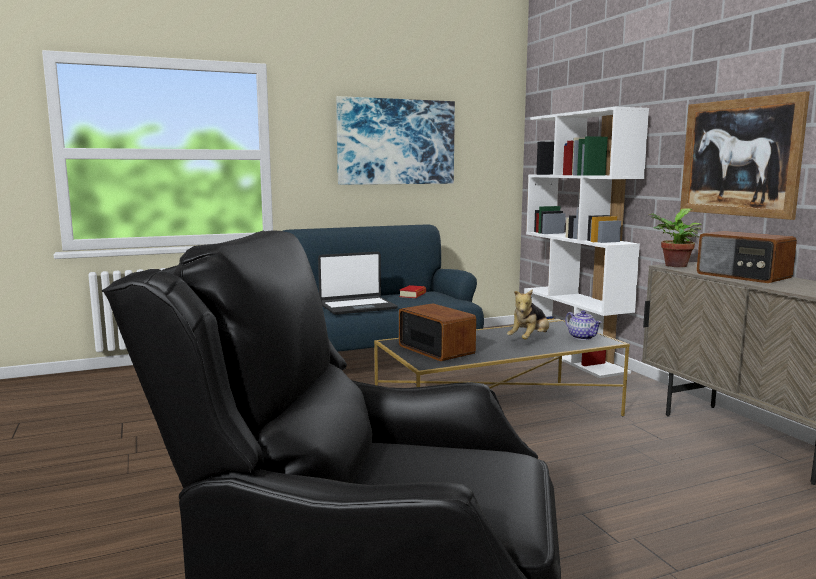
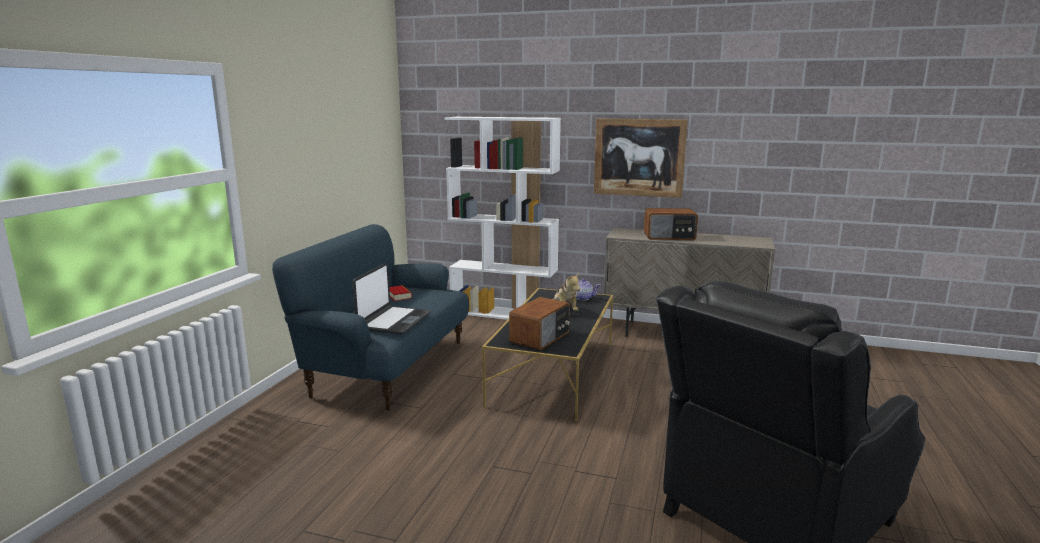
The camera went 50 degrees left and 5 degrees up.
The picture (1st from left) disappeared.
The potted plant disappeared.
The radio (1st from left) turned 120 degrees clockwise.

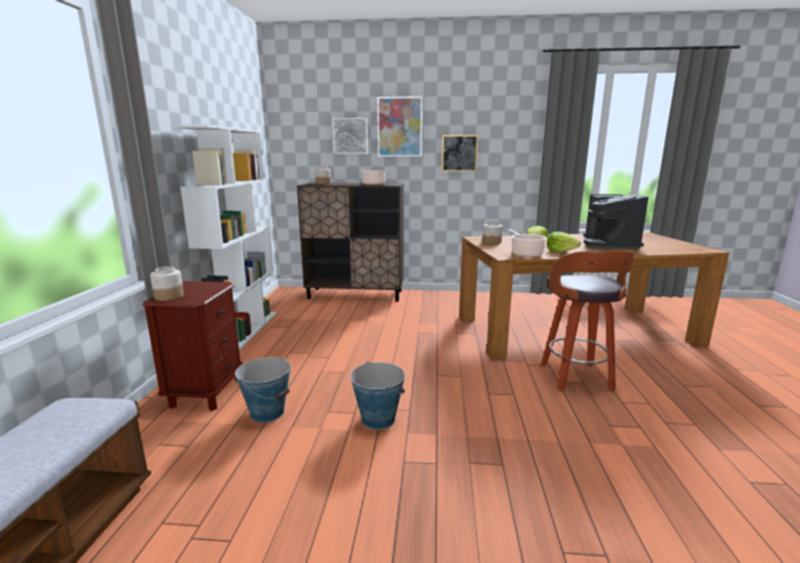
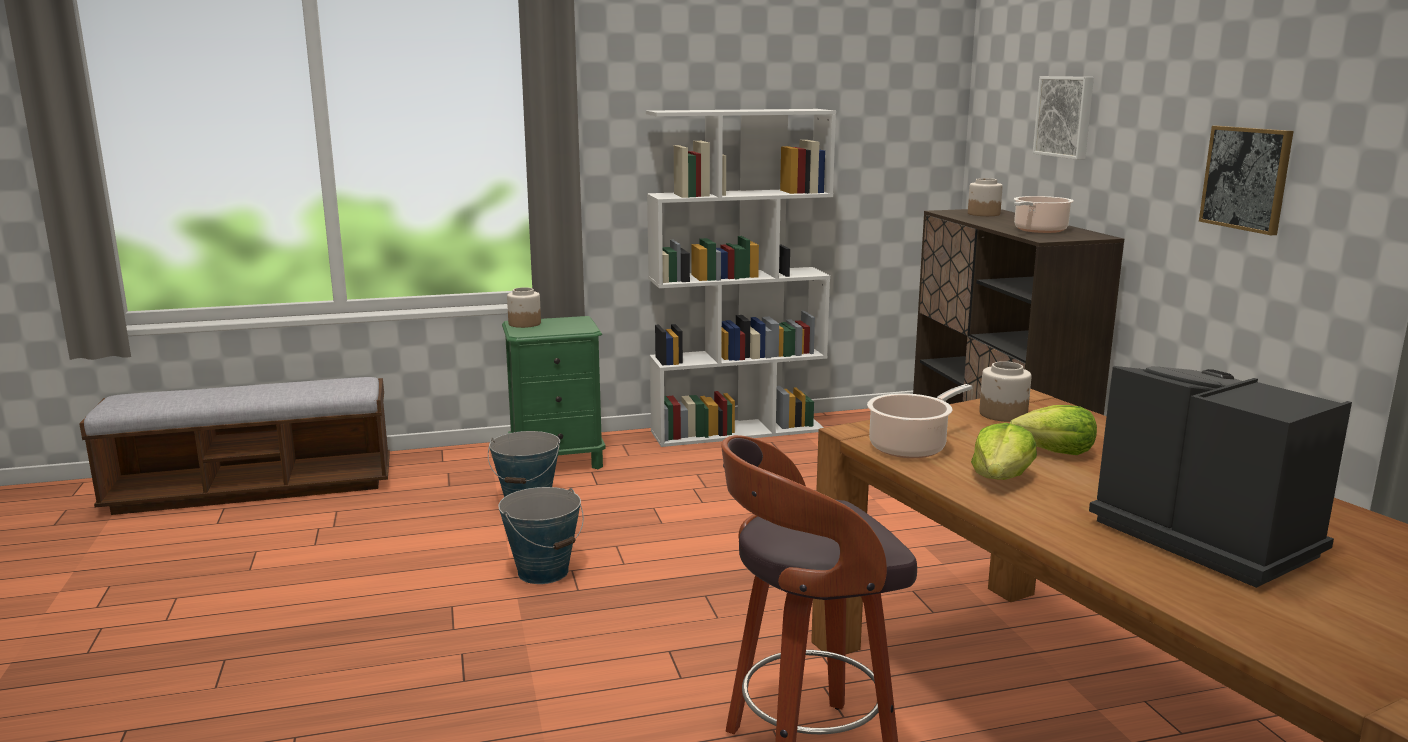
The camera went 70 degrees right and 0 degrees up.
The picture (2nd from left) disappeared.
The nightstand/brown became the nightstand/green.
The coffee machine turned 75 degrees clockwise.

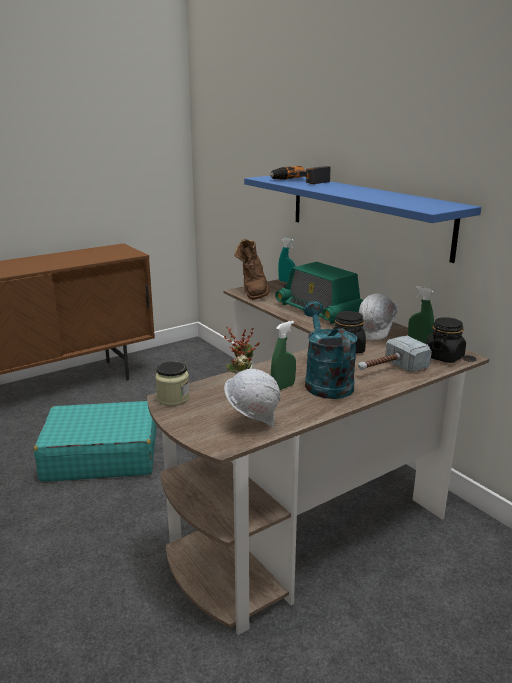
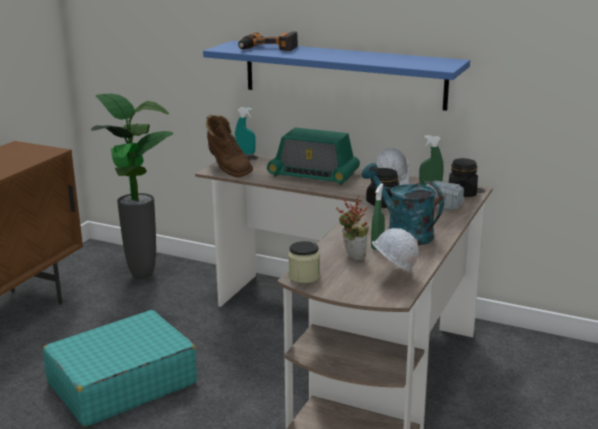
The camera went 30 degrees left and 0 degrees up.
The potted plant (1st from left) appeared.

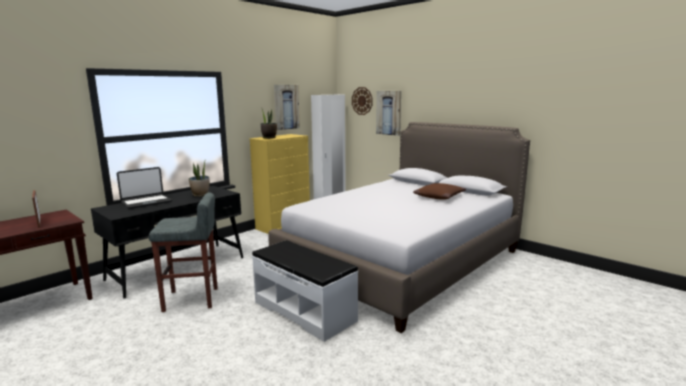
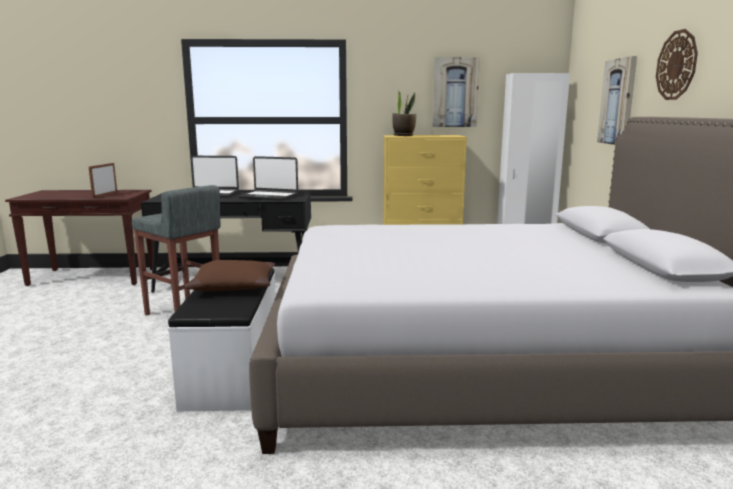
The camera went 45 degrees right and 0 degrees up.
The wall clock moved.
The pillow/brown moved.
The potted plant (1st from left) was replaced by the laptop (2nd from left).

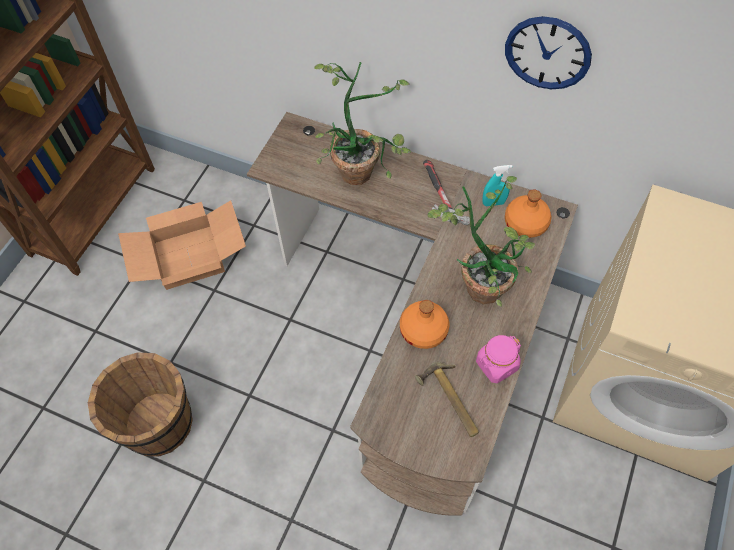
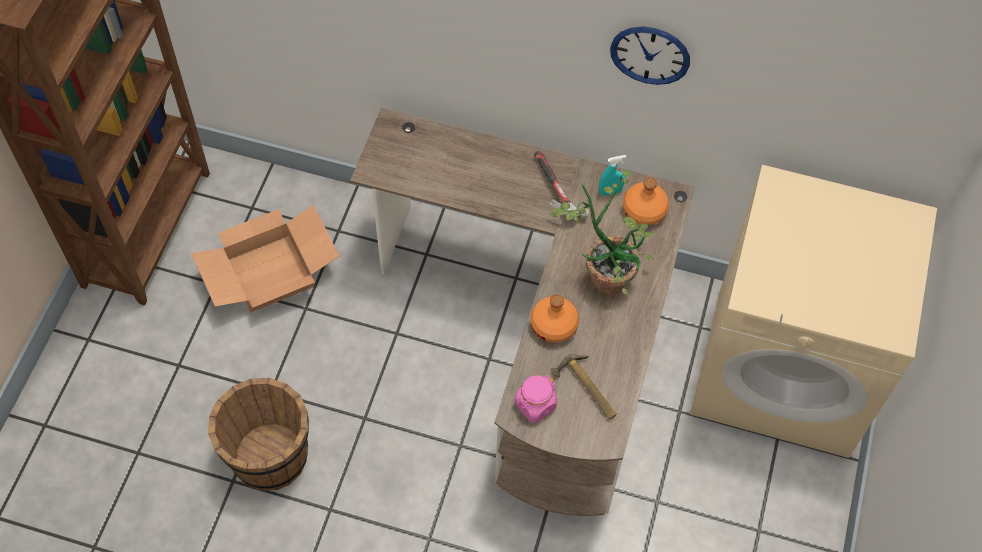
The camera went 10 degrees left and 0 degrees up.
The potted plant (1st from left) disappeared.
The jar/pink moved.

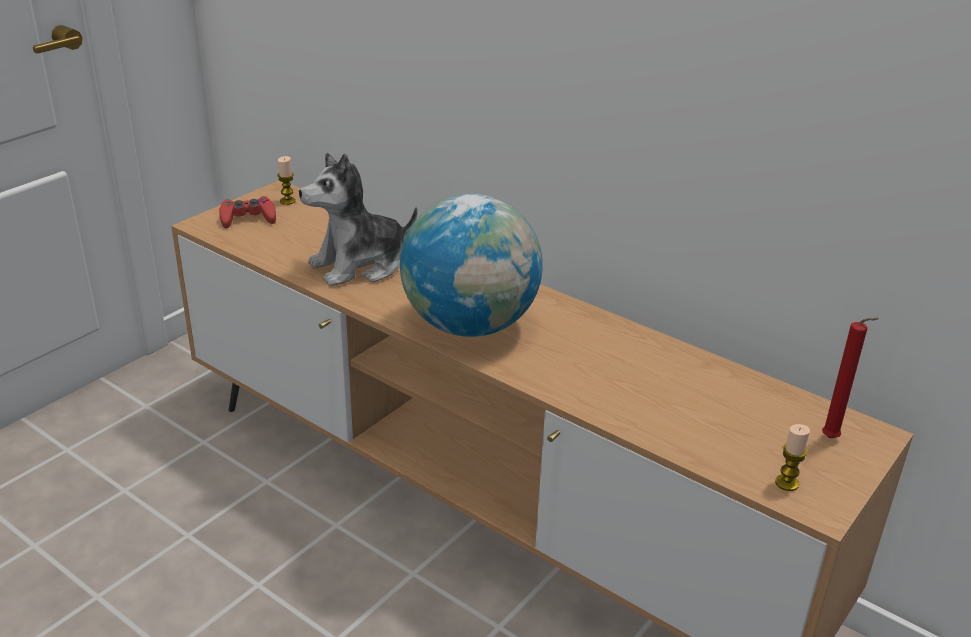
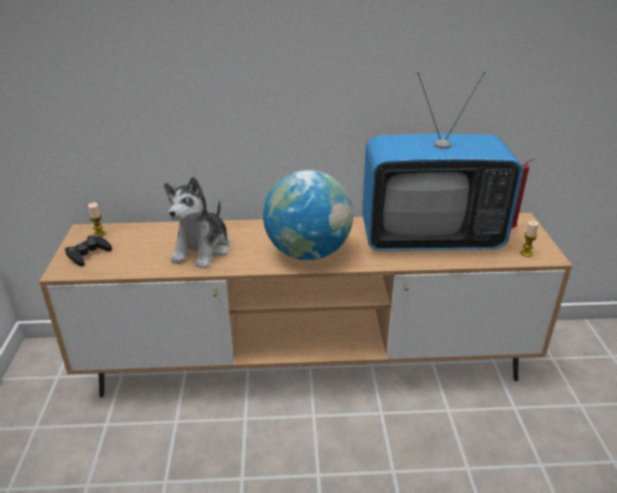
The camera went 40 degrees left and 0 degrees up.
The television appeared.
The game controller/red became the game controller/black.

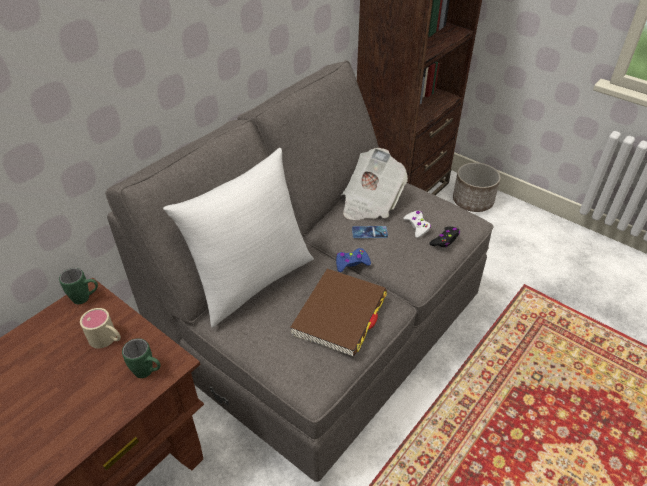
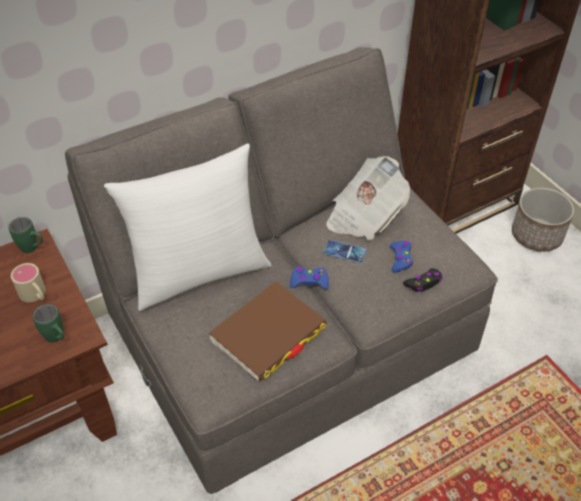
The camera went 20 degrees right and 5 degrees up.
The game controller/white became the game controller/blue (2nd from left).

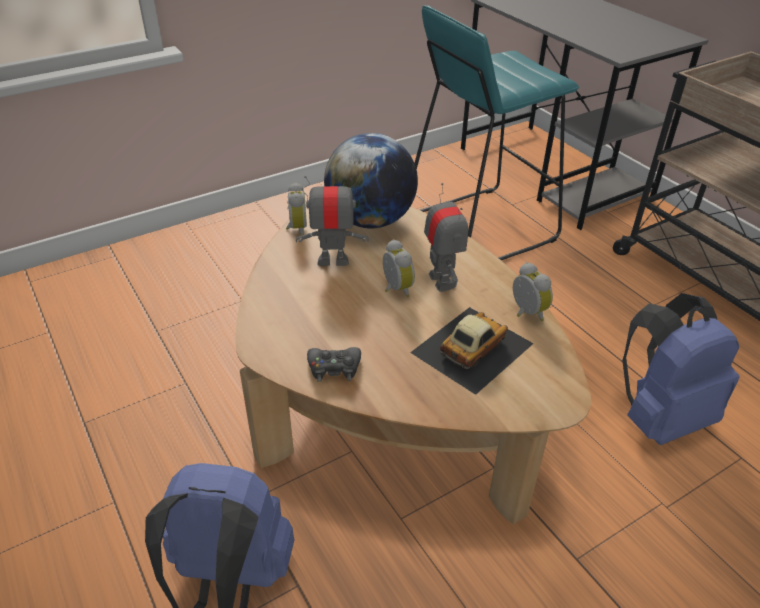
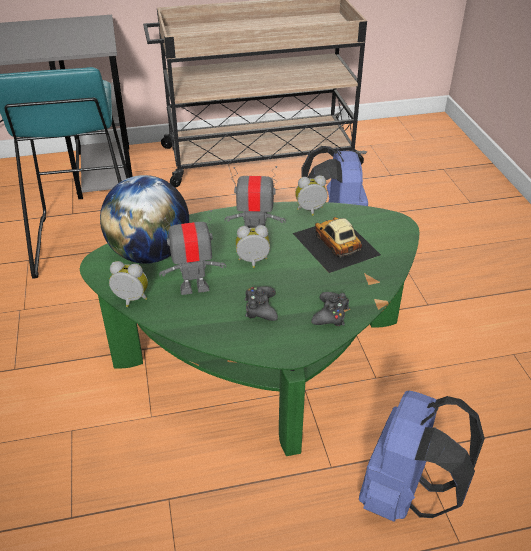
The camera went 70 degrees left and 0 degrees up.
The game controller/black (1st from left) appeared.
The coffee table/brown became the coffee table/green.
The toy robot (1st from left) turned 60 degrees clockwise.

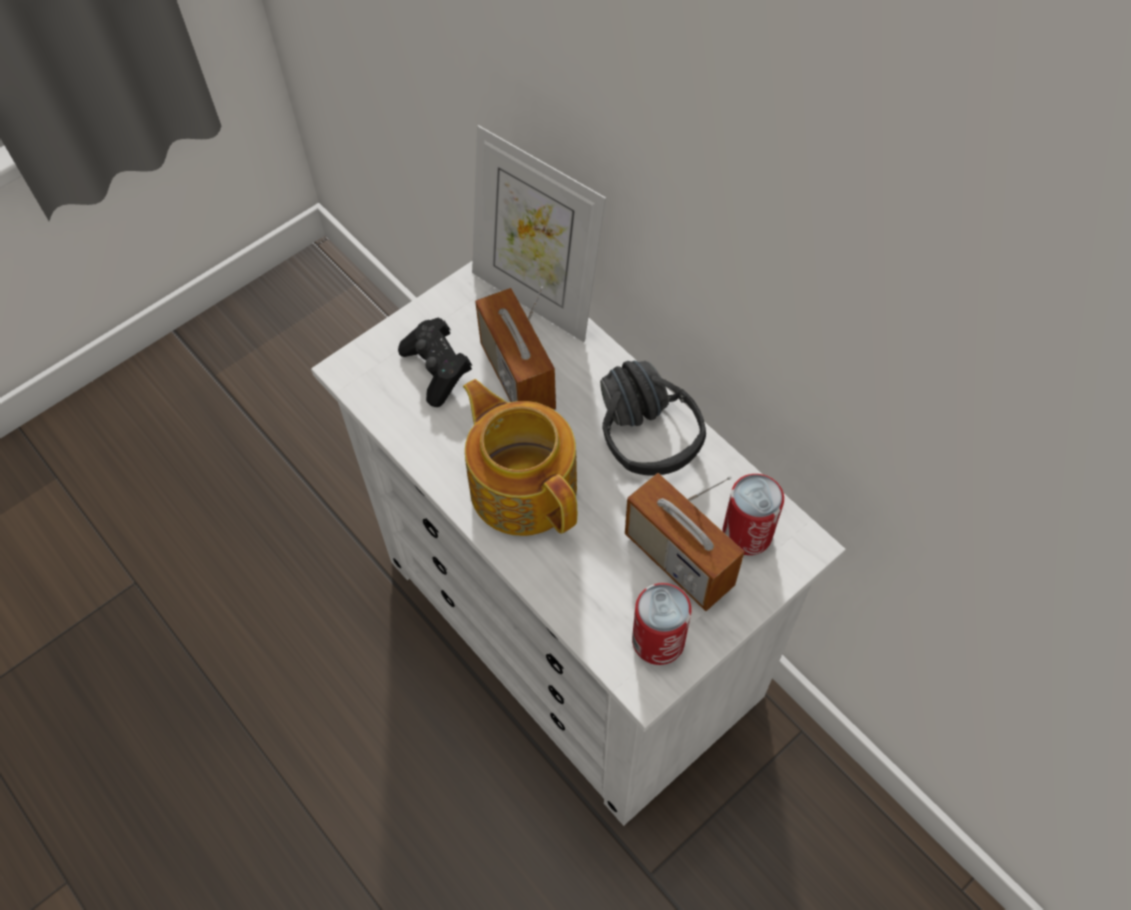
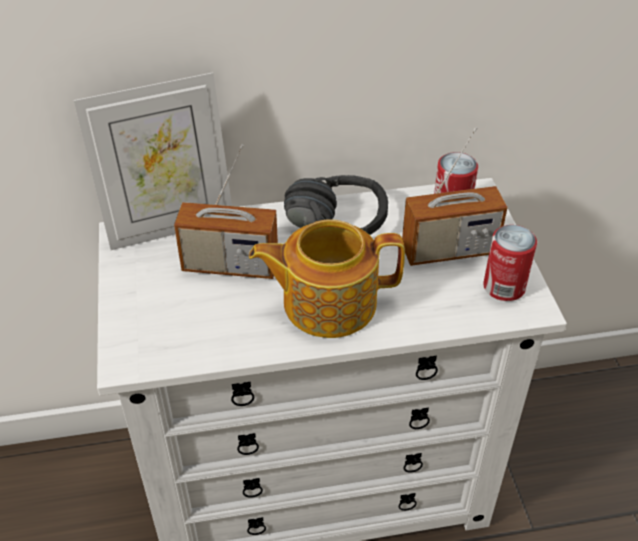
The camera went 60 degrees left and 15 degrees down.
The game controller/black disappeared.

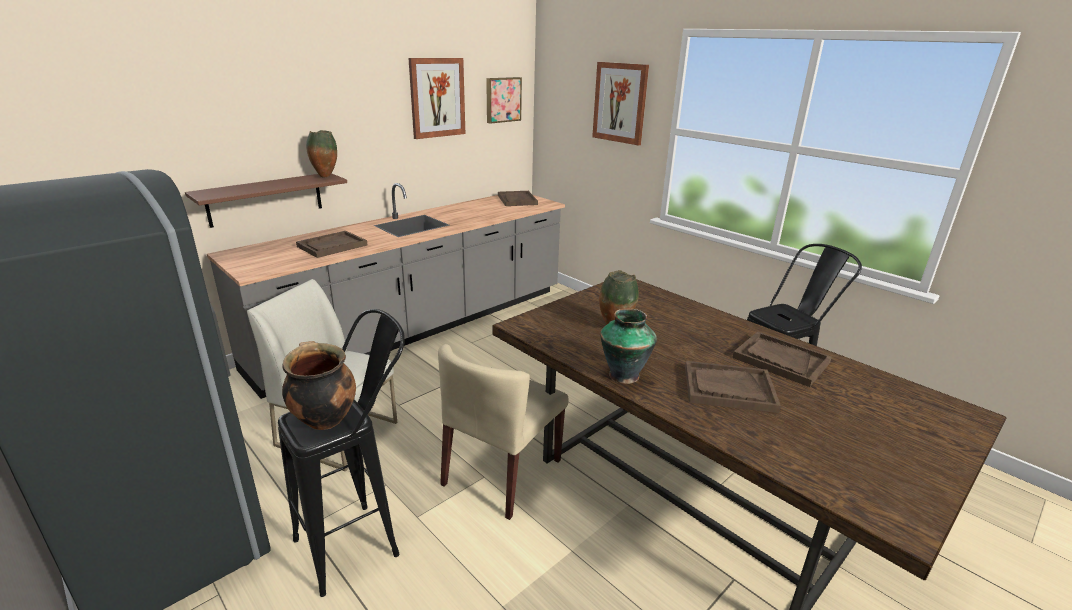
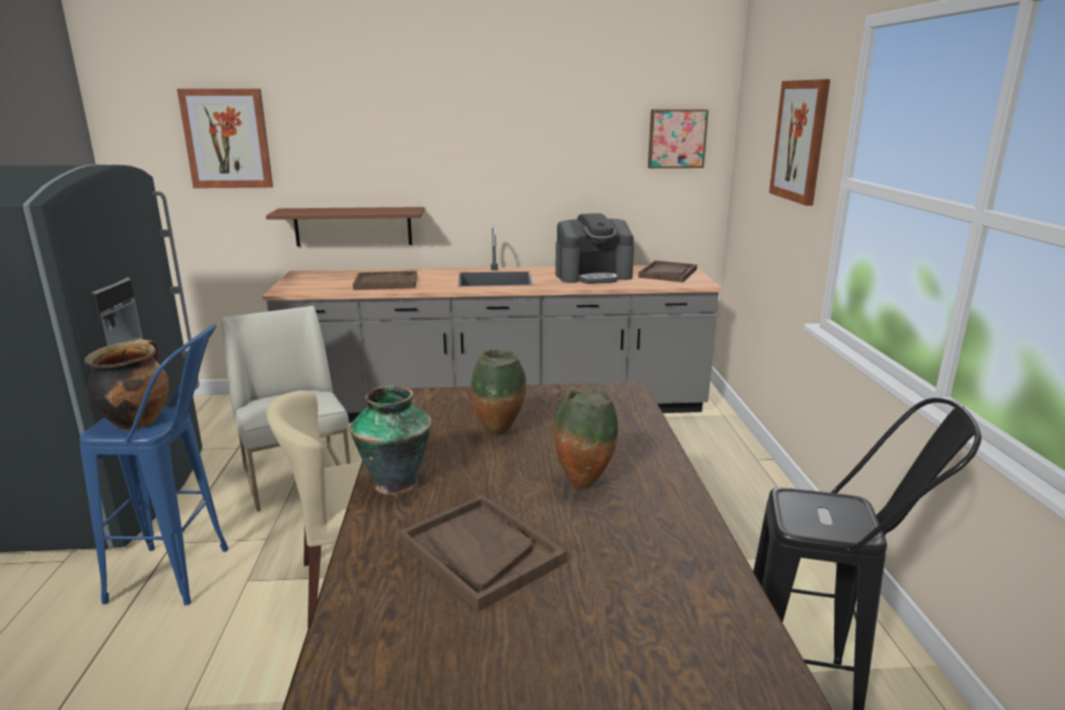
The camera went 40 degrees right and 5 degrees down.
The tray/brown (4th from left) disappeared.
The coffee machine appeared.
The vase (1st from left in the first image) moved.
The picture (1st from left) moved.
The stool/black (1st from left) became the stool/blue.

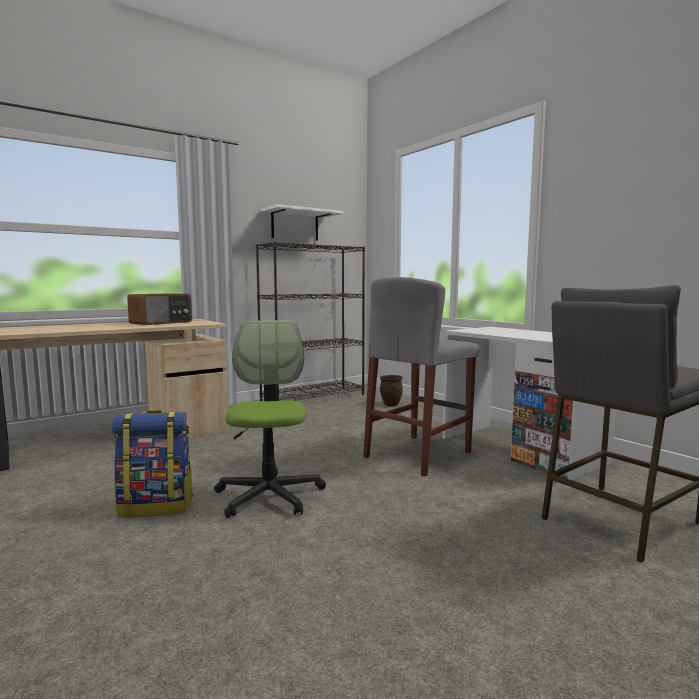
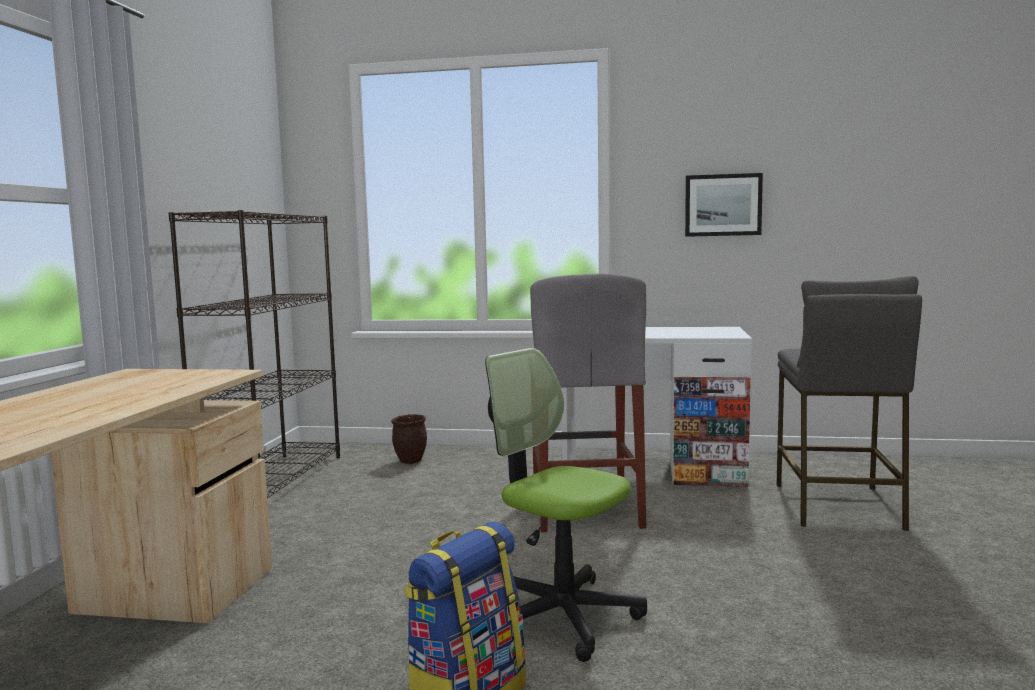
The camera went 45 degrees left and 0 degrees up.
The radio disappeared.
The shelf/white disappeared.
The picture appeared.

